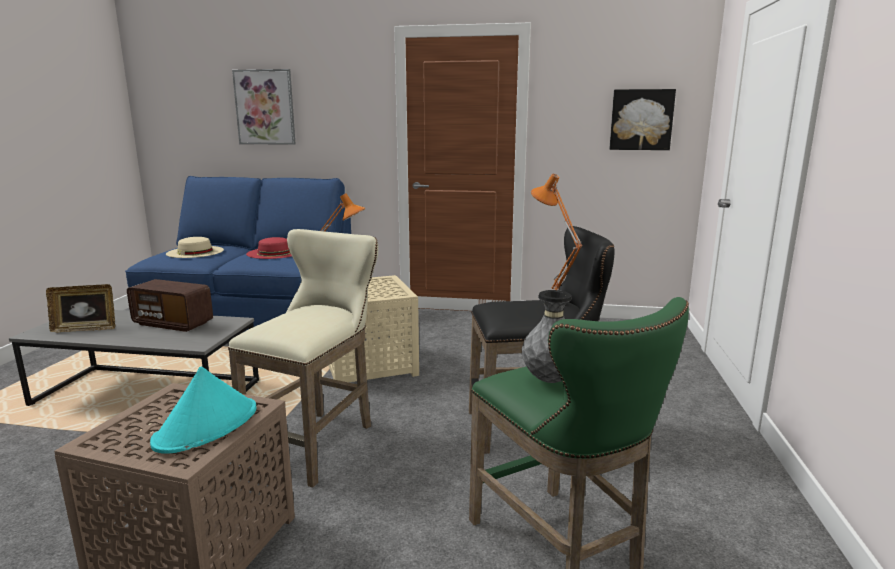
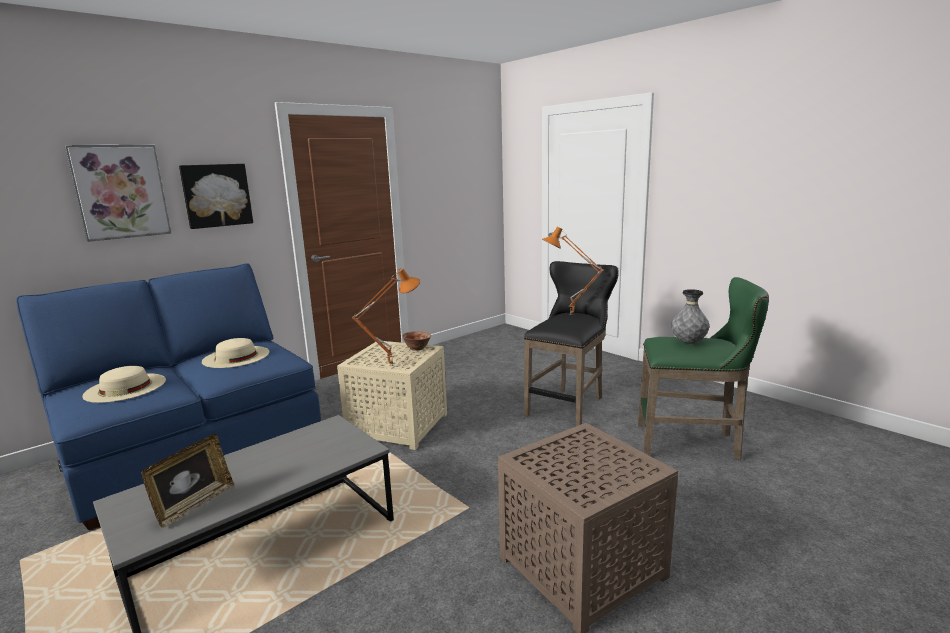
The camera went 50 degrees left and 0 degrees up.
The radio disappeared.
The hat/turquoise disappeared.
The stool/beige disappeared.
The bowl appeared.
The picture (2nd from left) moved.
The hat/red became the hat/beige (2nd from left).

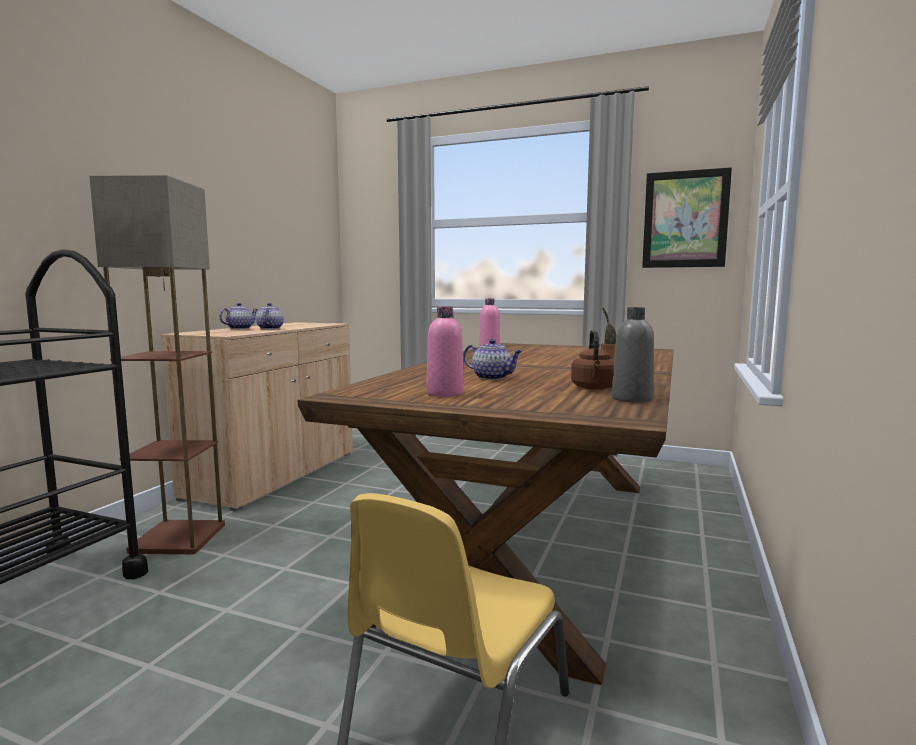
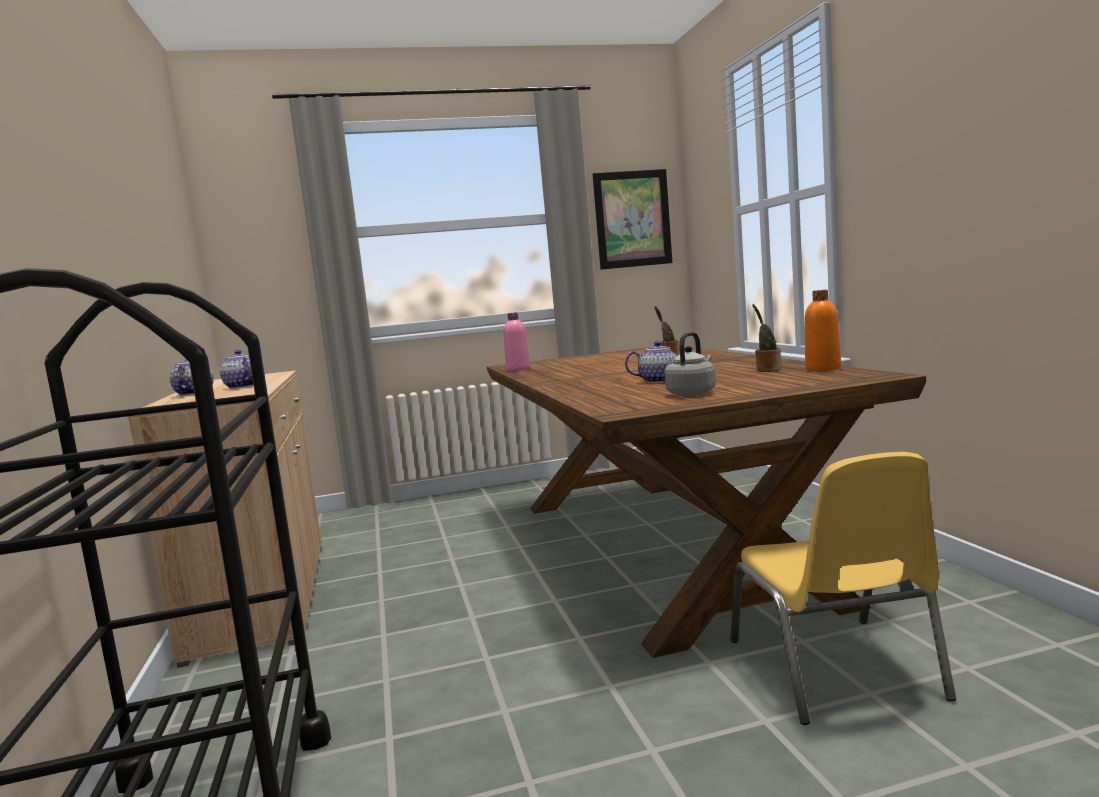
The camera went 35 degrees left and 0 degrees up.
The floor lamp disappeared.
The bottle/pink (1st from left) was replaced by the kettle/grey.
The kettle/brown was replaced by the potted plant (2nd from left).
The bottle/grey became the bottle/orange.

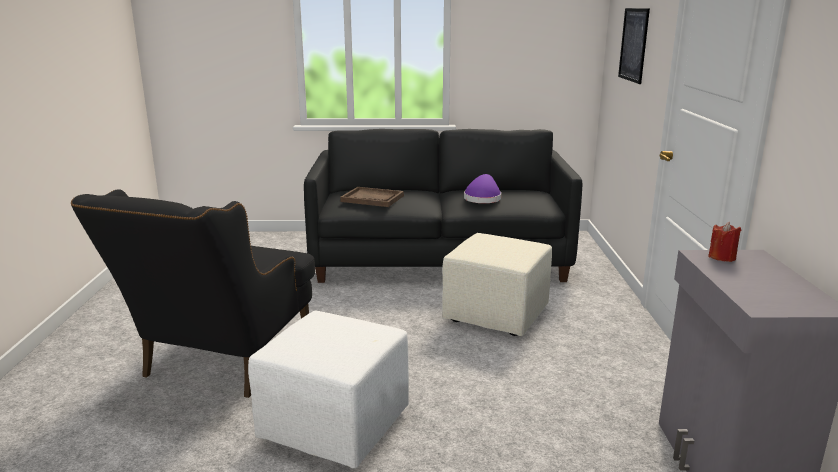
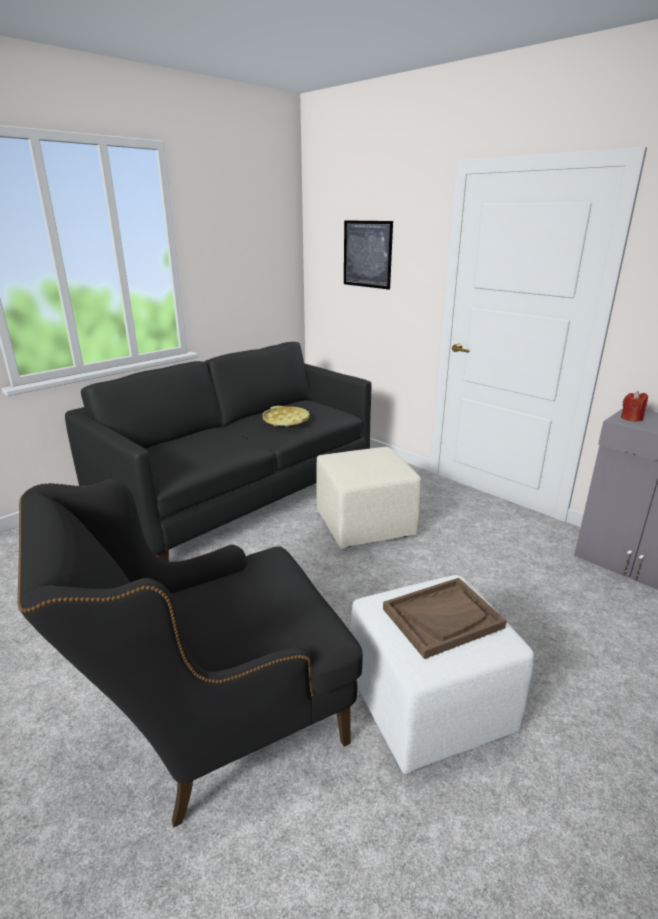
The camera went 45 degrees left and 5 degrees up.
The tray/brown moved.
The hat/purple was replaced by the tray/yellow.
The armchair/black turned 90 degrees clockwise.

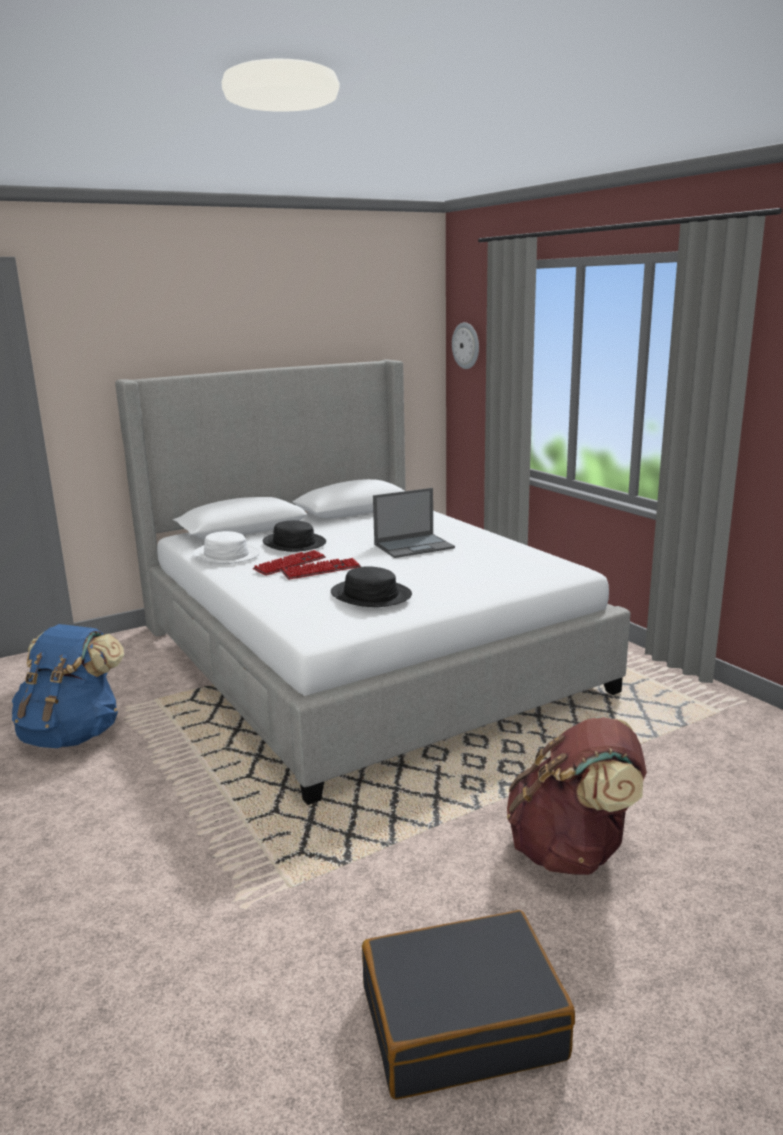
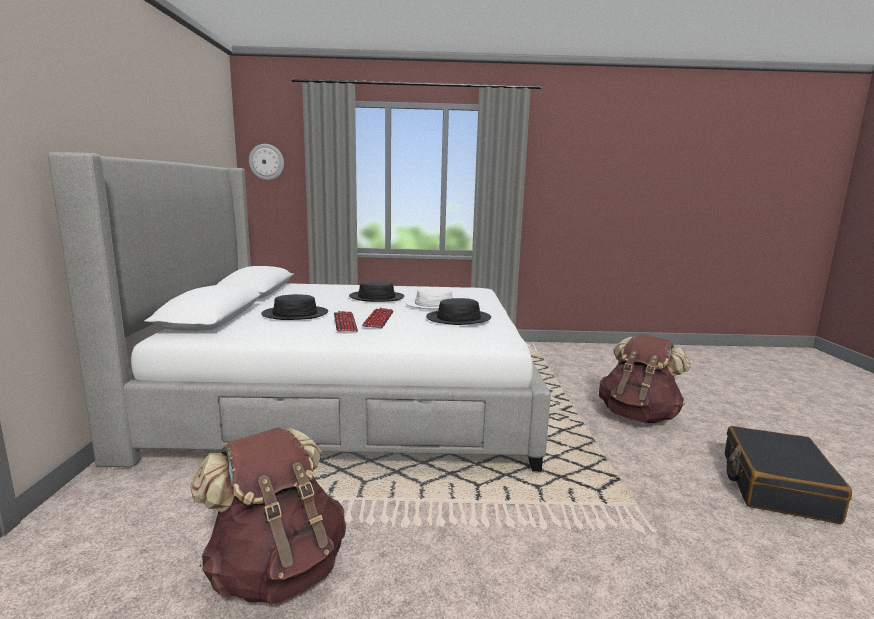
The camera went 60 degrees left and 5 degrees down.
The hat/white moved.
The laptop was replaced by the hat/black (2nd from left).
The backpack/blue became the backpack/brown (1st from left).

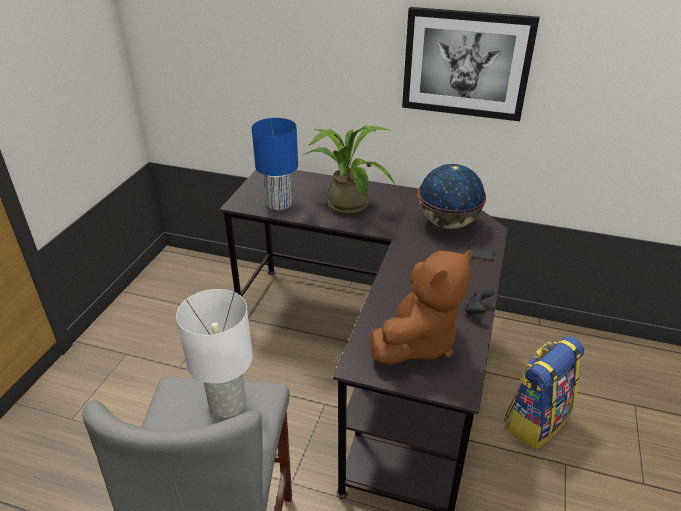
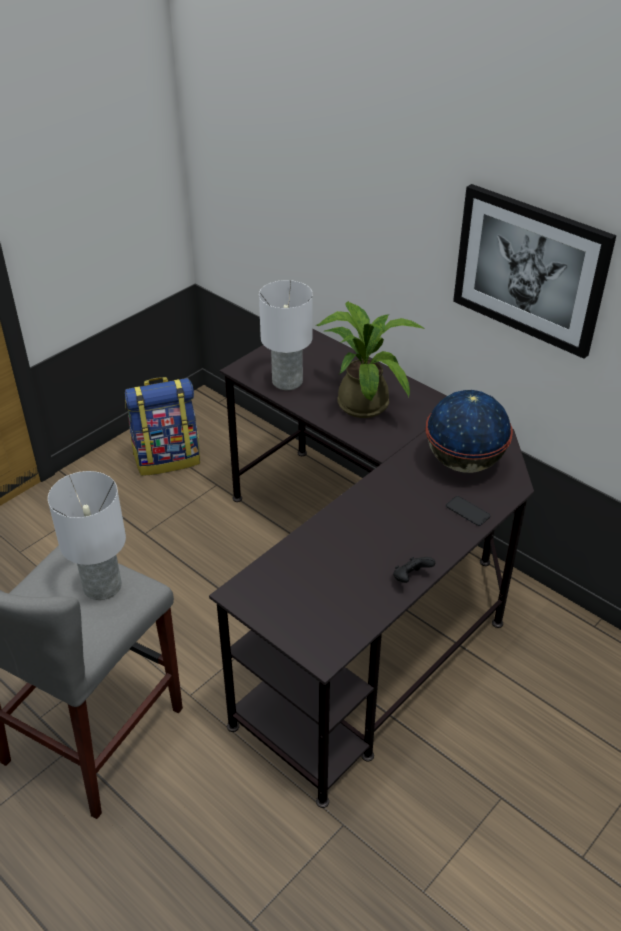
The camera went 25 degrees right and 5 degrees up.
The plush toy/brown disappeared.
The backpack moved.
The table lamp/blue became the table lamp/white (2nd from left).

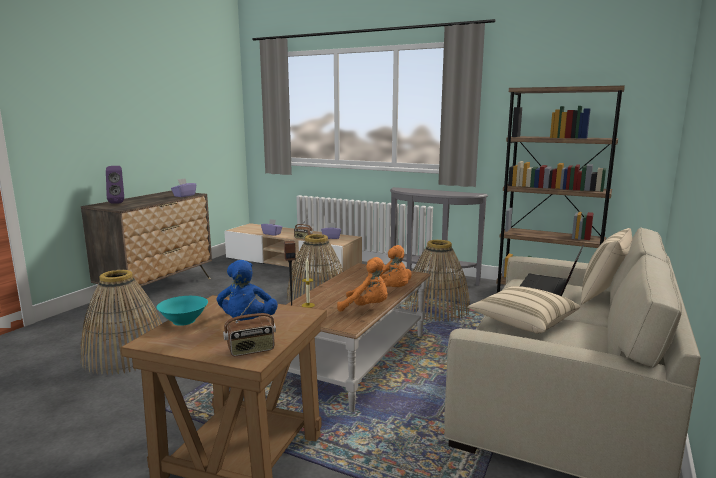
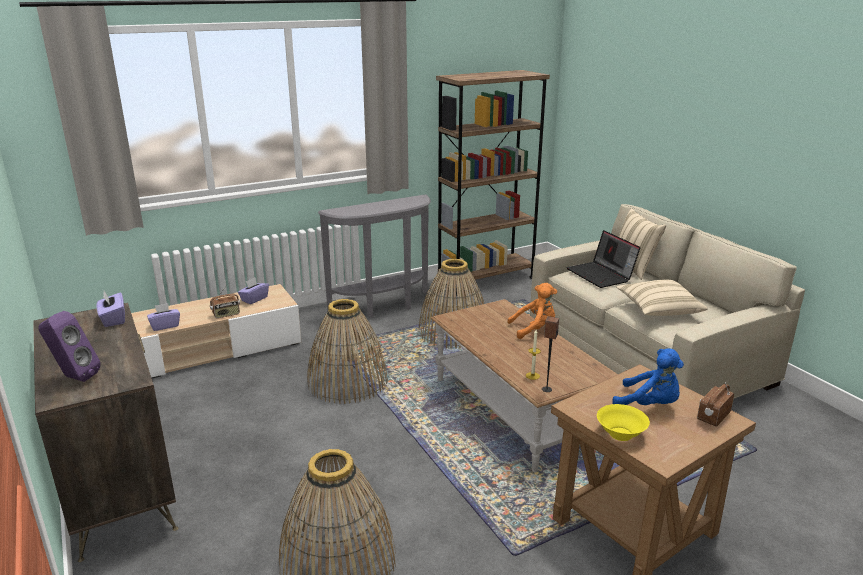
The camera went 55 degrees left and 10 degrees up.
The plush toy/orange (1st from left) disappeared.
The bowl/turquoise became the bowl/yellow.
The radio (1st from left in the first image) turned 150 degrees counterclockwise.

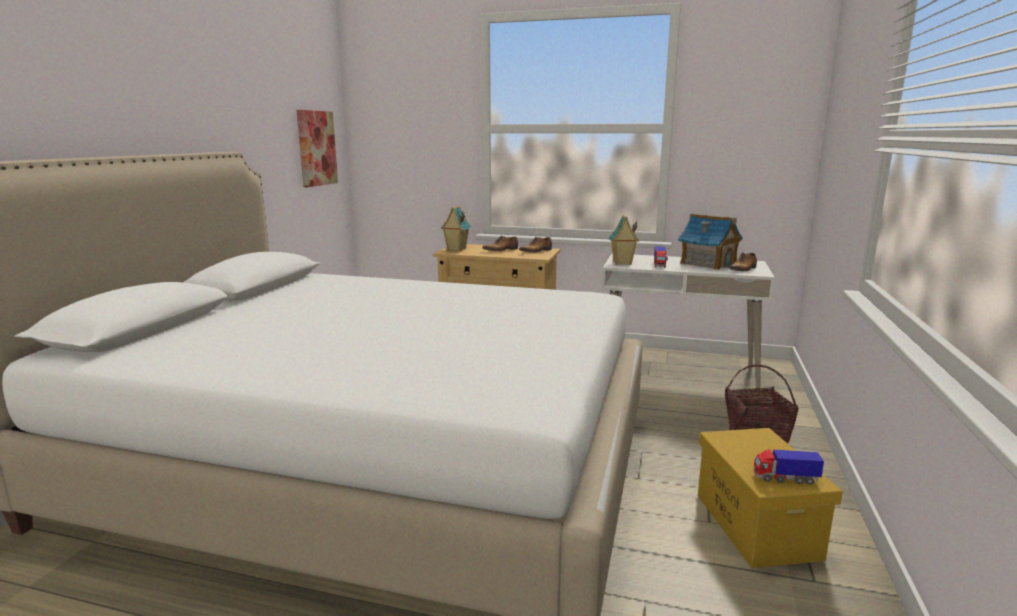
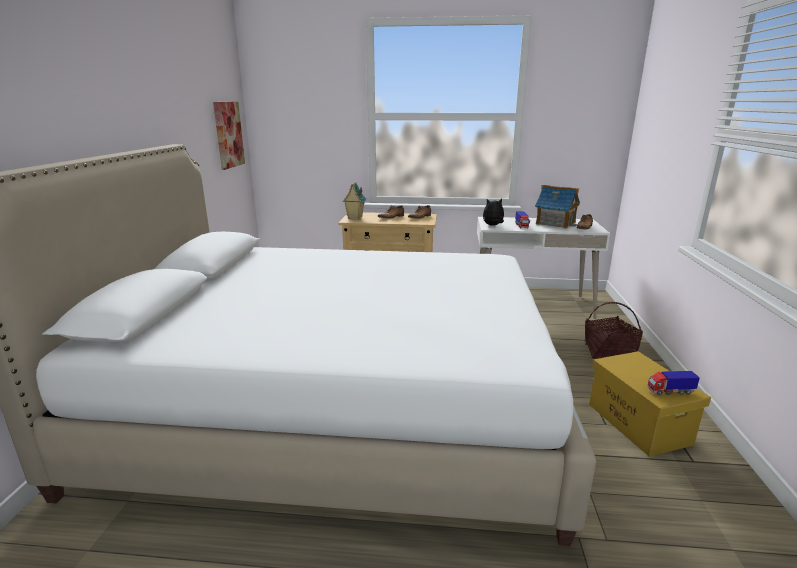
The camera went 10 degrees left and 5 degrees up.
The toy house (2nd from left) was replaced by the plush toy.

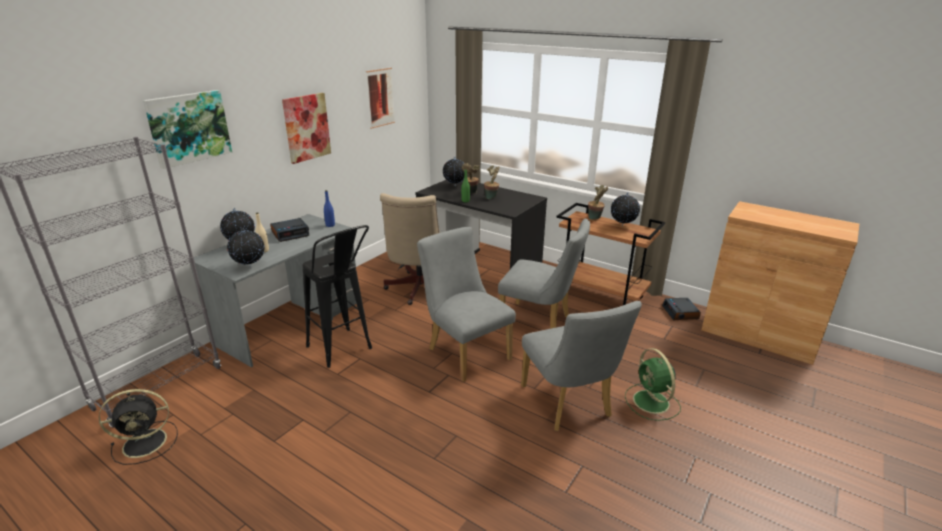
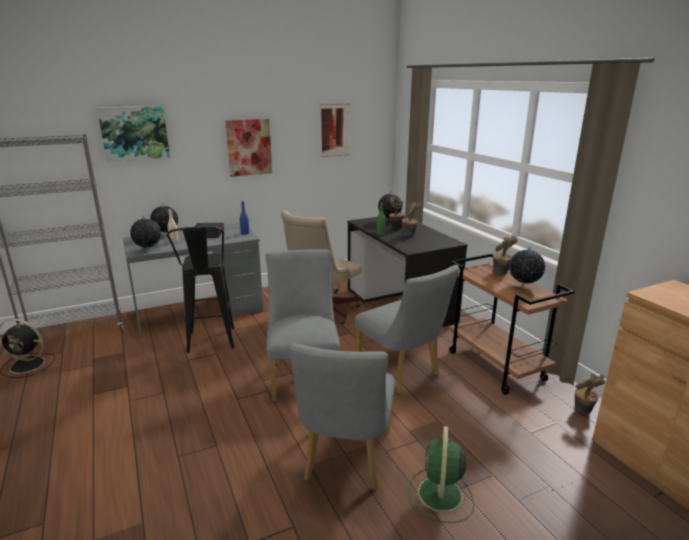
The camera went 30 degrees right and 5 degrees down.
The alarm clock (2nd from left) was replaced by the potted plant (4th from left).

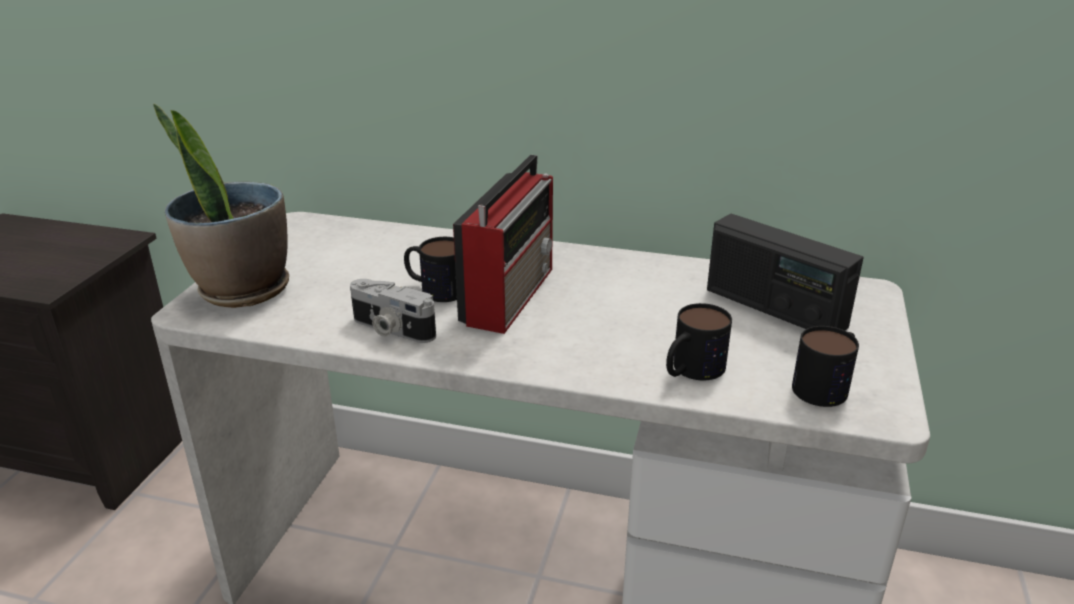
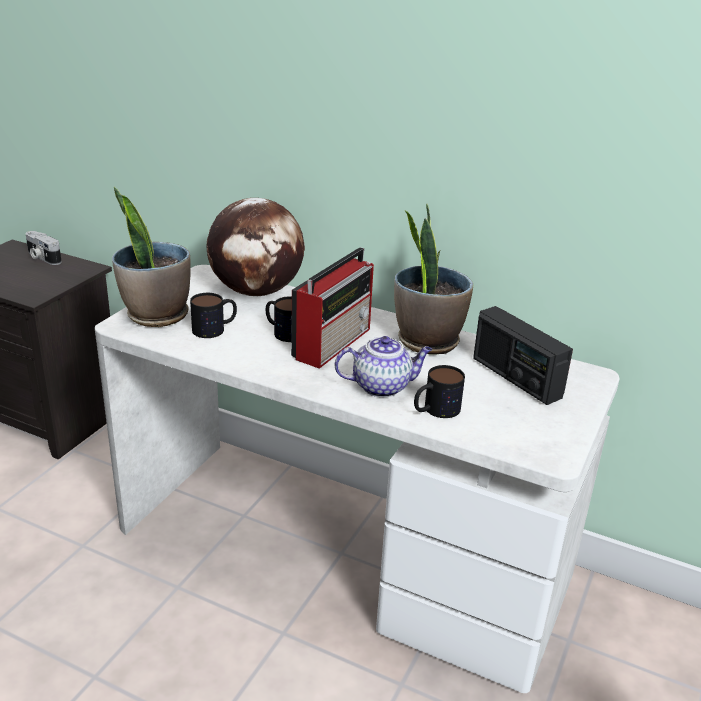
The camera went 10 degrees right and 0 degrees up.
The globe appeared.
The teapot appeared.
The potted plant (2nd from left) appeared.
The photo camera moved.
The mug (3rd from left in the first image) moved.

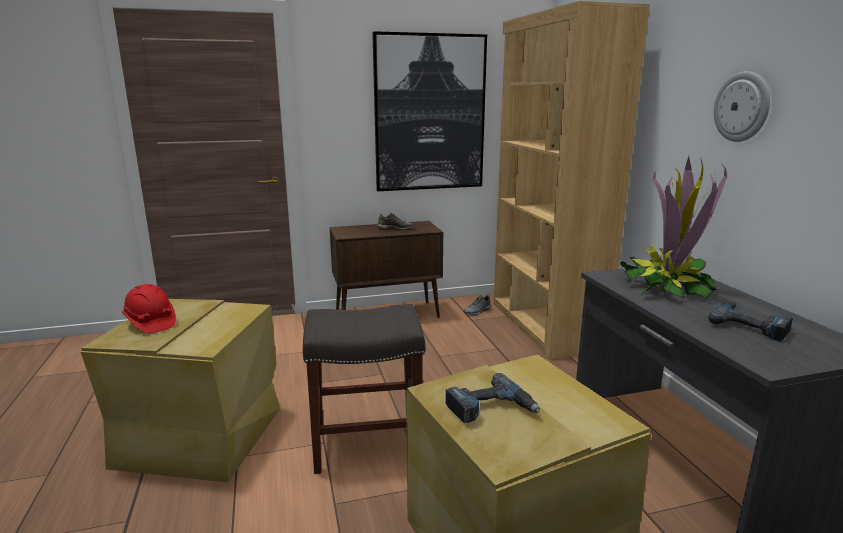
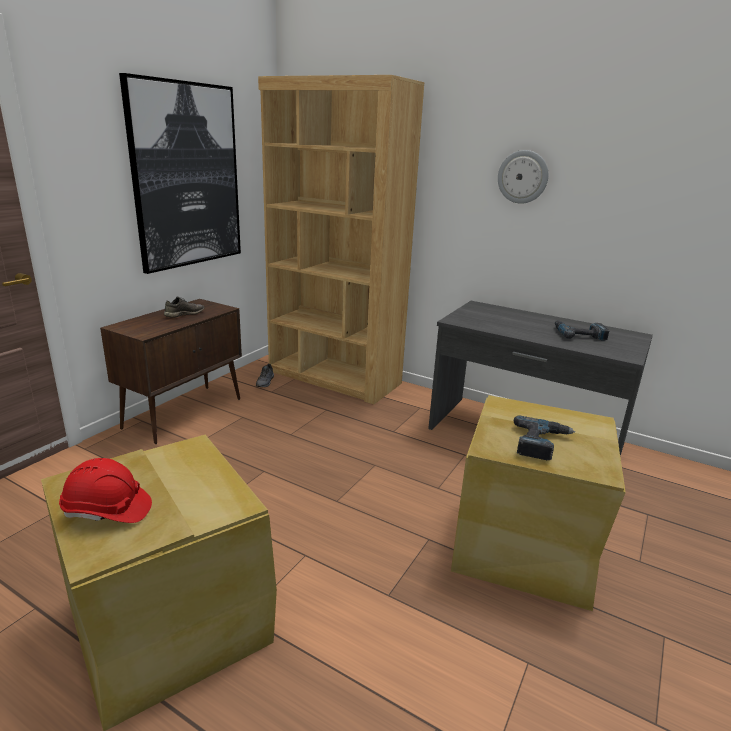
The camera went 45 degrees left and 5 degrees up.
The stool/grey disappeared.
The potted plant disappeared.

